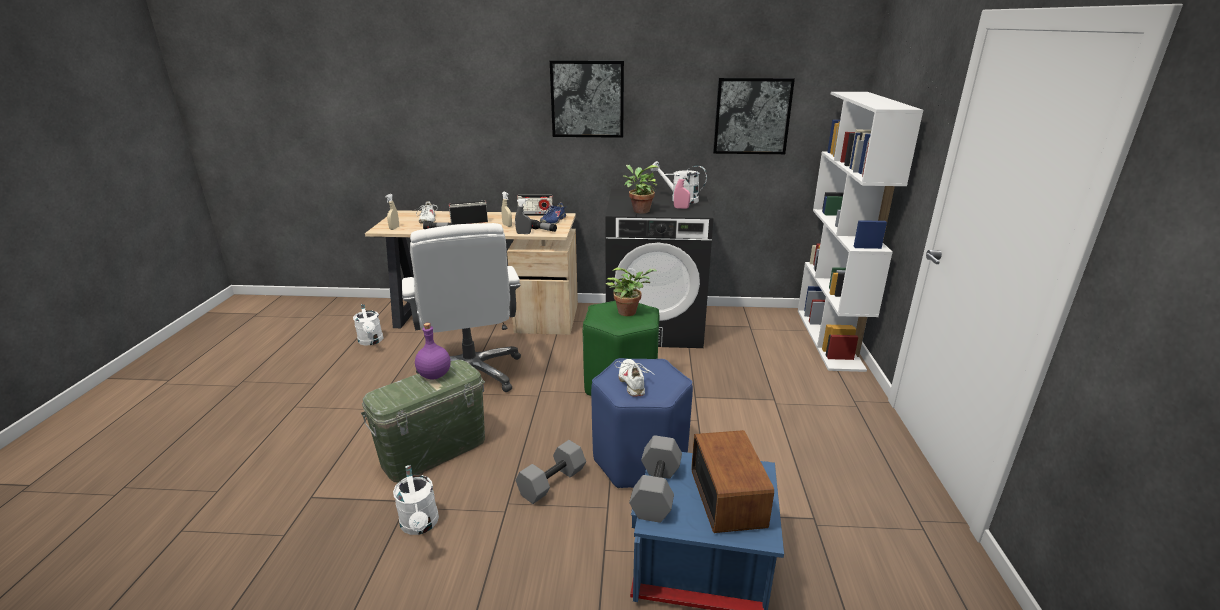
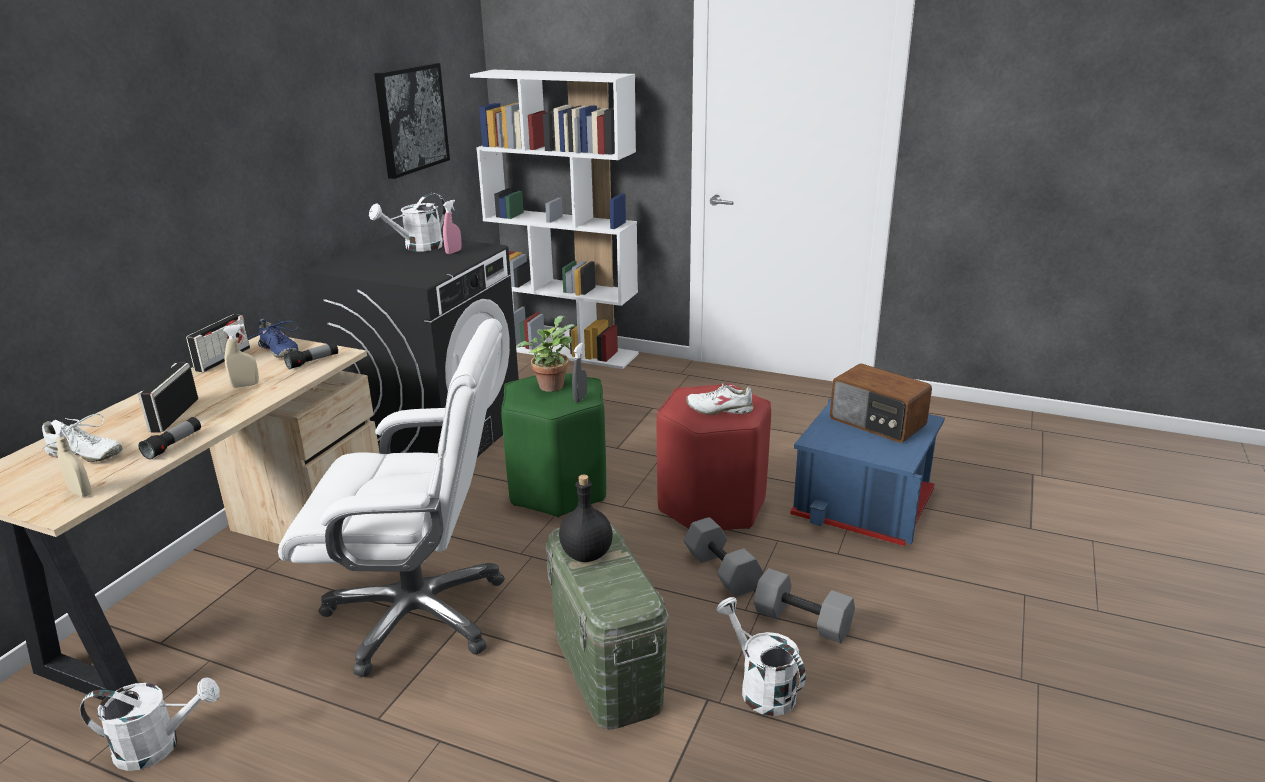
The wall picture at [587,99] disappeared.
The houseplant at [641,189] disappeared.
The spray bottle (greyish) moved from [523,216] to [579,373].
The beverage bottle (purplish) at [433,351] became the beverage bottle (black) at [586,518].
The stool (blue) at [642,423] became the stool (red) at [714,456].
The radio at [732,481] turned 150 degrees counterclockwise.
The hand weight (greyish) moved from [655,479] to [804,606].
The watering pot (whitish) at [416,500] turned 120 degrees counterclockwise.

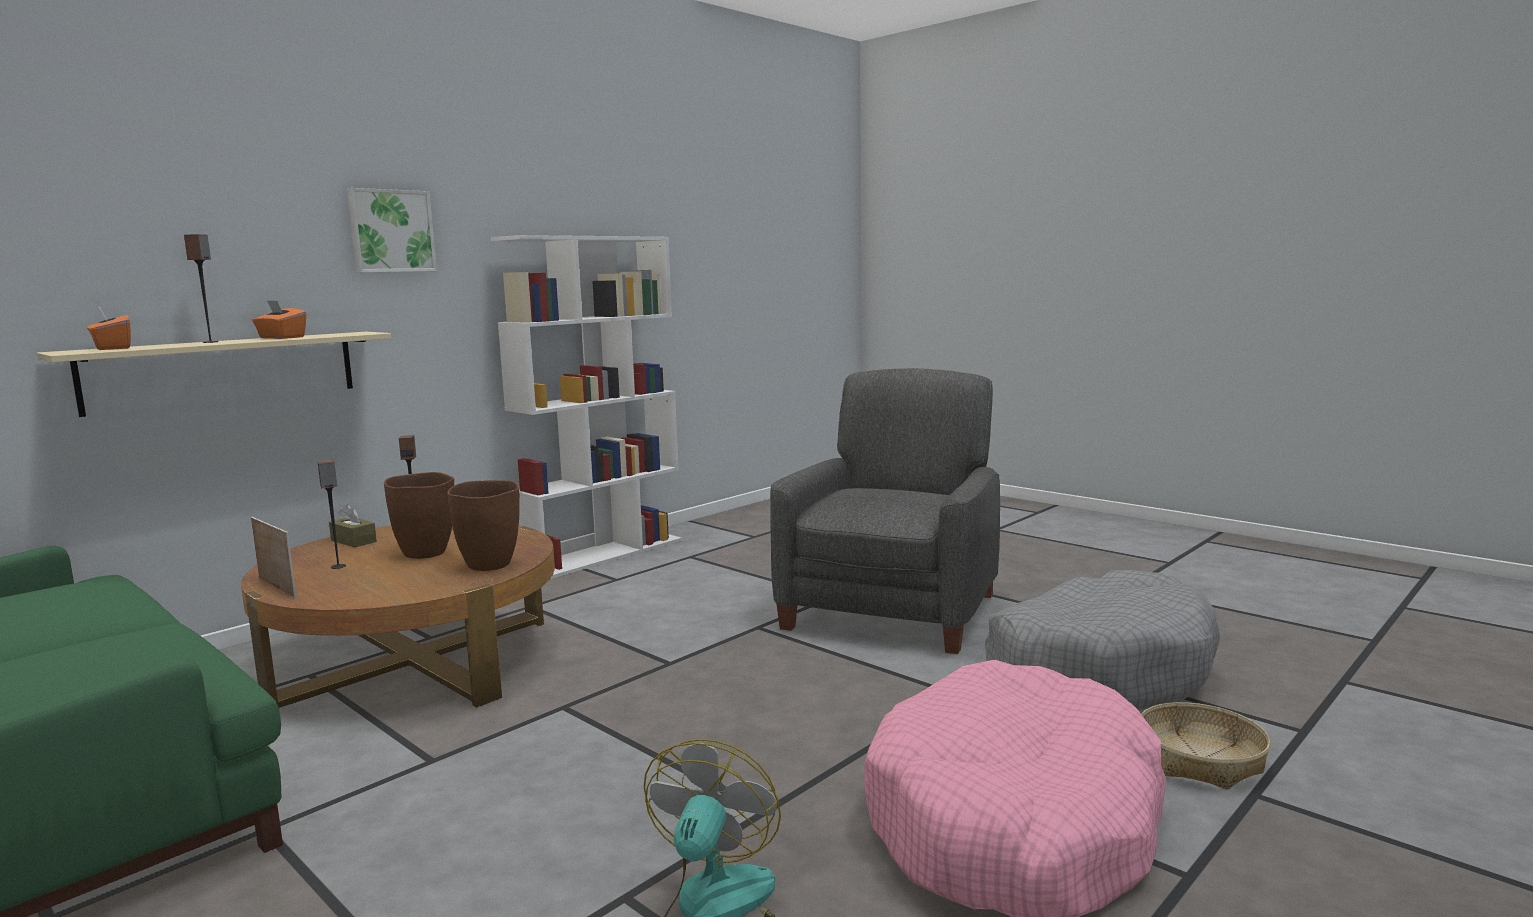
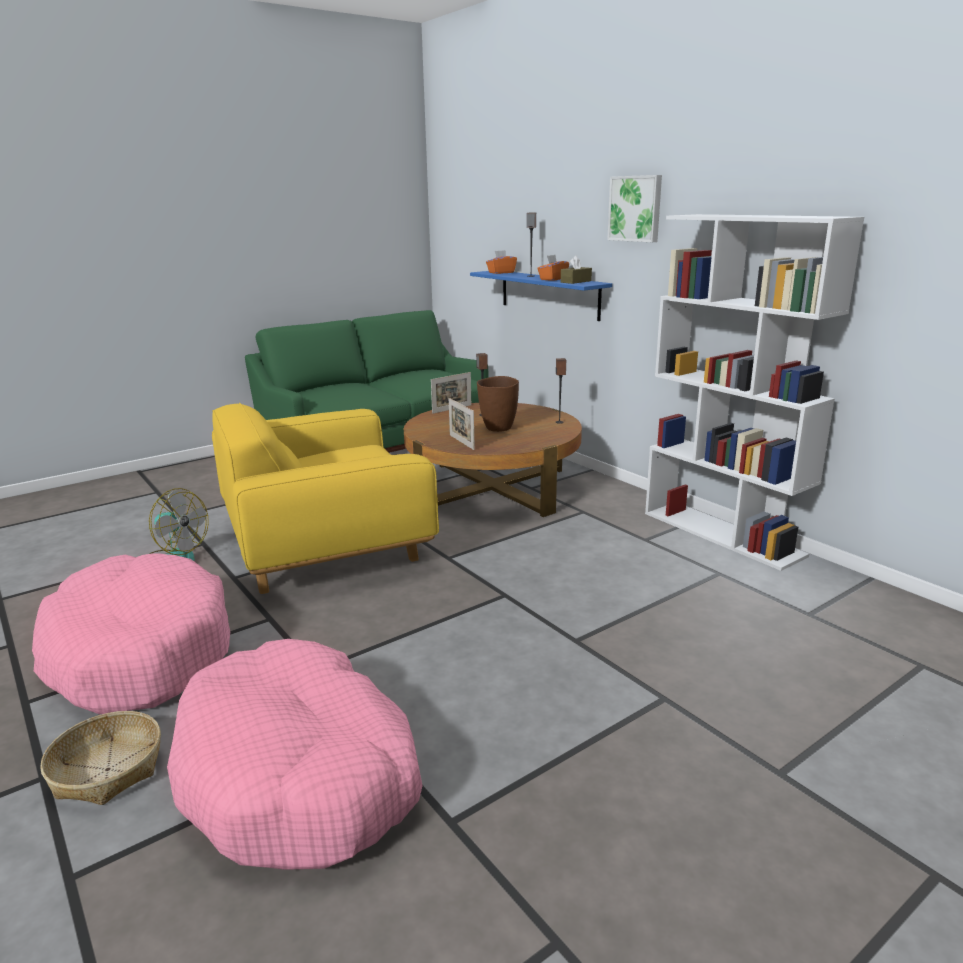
The bracket shelf (beige-coloured) at [214,374] became the bracket shelf (blue) at [541,296].
The lounge chair (greyish) at [885,511] disappeared.
The decorative vase (brown) at [483,525] was replaced by the picture frame at [462,424].
The box of tissues (brown) moved from [353,525] to [576,270].
The pet bed (greyish) at [1102,640] became the pet bed (pinkish) at [295,754].
The lounge chair (yellowish) at [325,498] appeared.

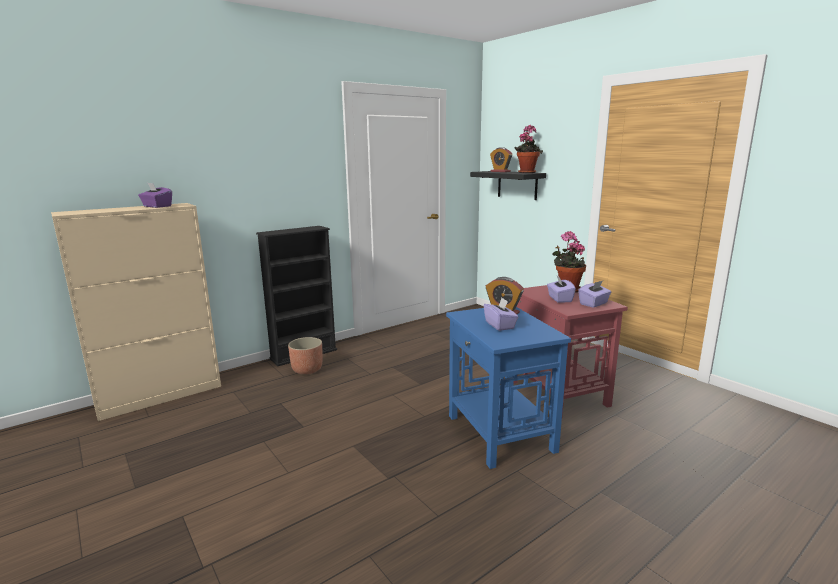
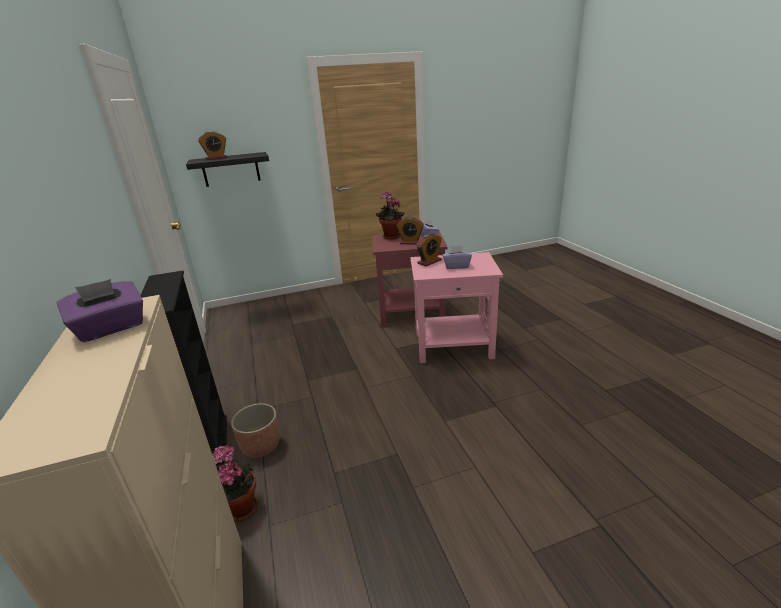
The houseplant moved from [528,149] to [235,483].
The box of tissues (purplish) at [561,289] was replaced by the table clock at [410,231].
The end table (blue) at [508,388] became the end table (pinkish) at [456,307].

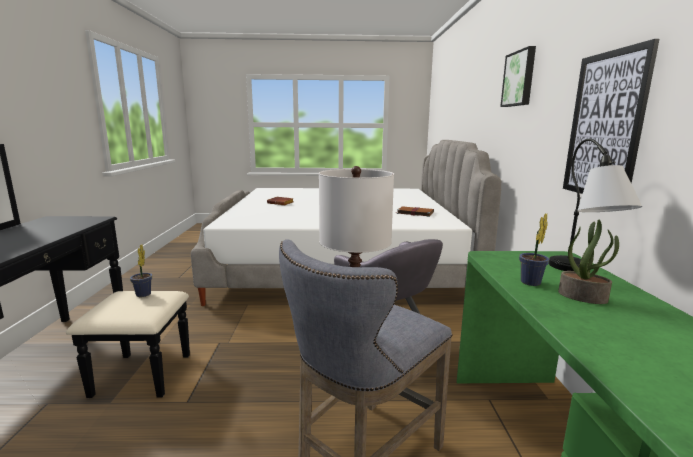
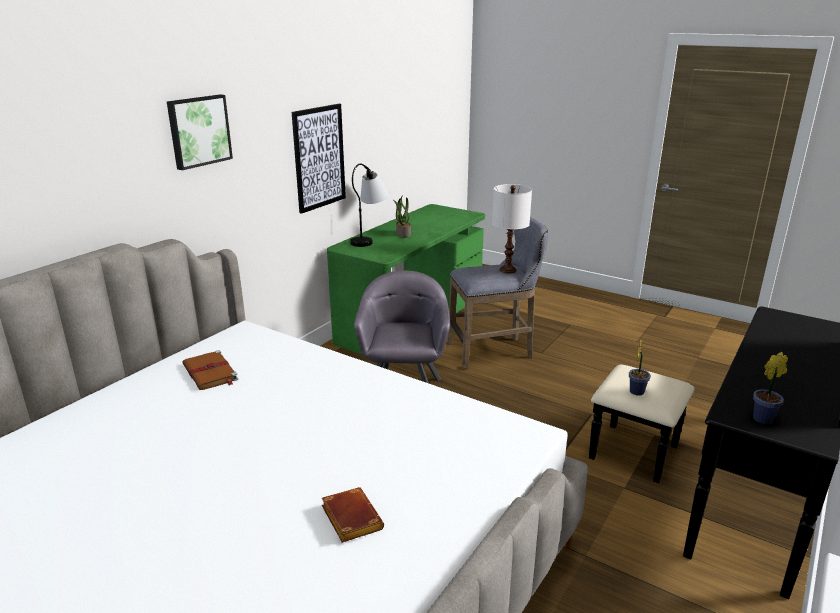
The houseplant moved from [534,249] to [770,388].

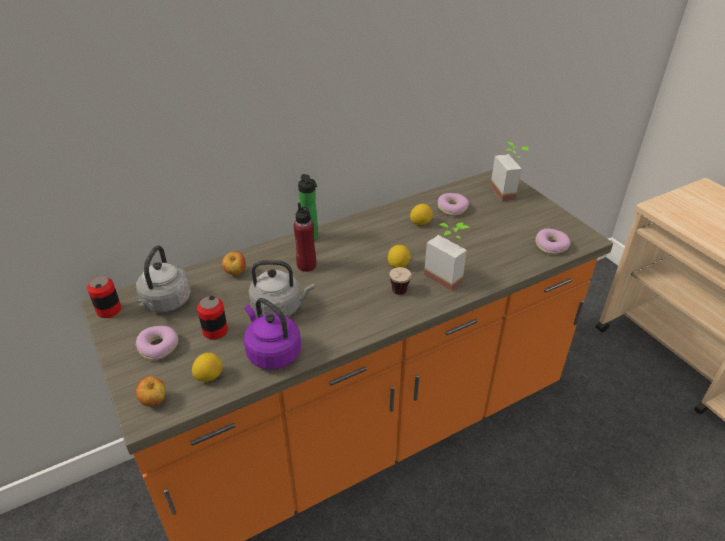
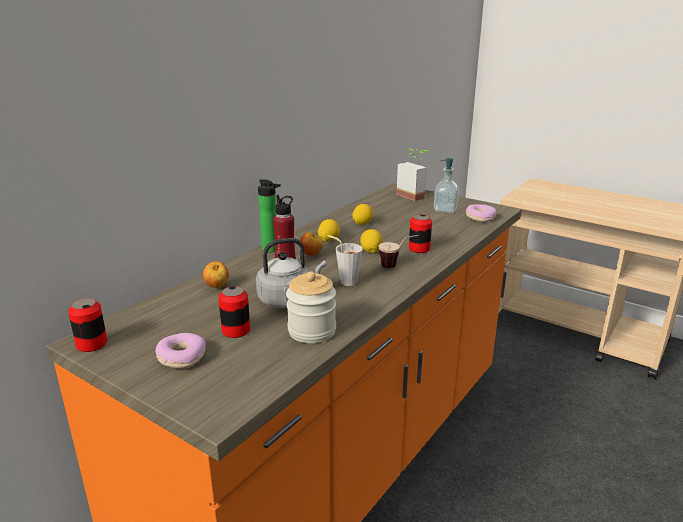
The doughnut at [453,204] disappeared.
The houseplant at [447,256] was replaced by the sealed can at [420,233].
The kettle (greyish) at [163,278] disappeared.
The kettle (purplish) at [272,333] was replaced by the jar at [311,307].
The lemon moved from [207,367] to [329,230].
The apple fruit moved from [151,391] to [312,244].
The liquid soap bottle at [446,185] appeared.
The small cup (greyish) at [345,260] appeared.

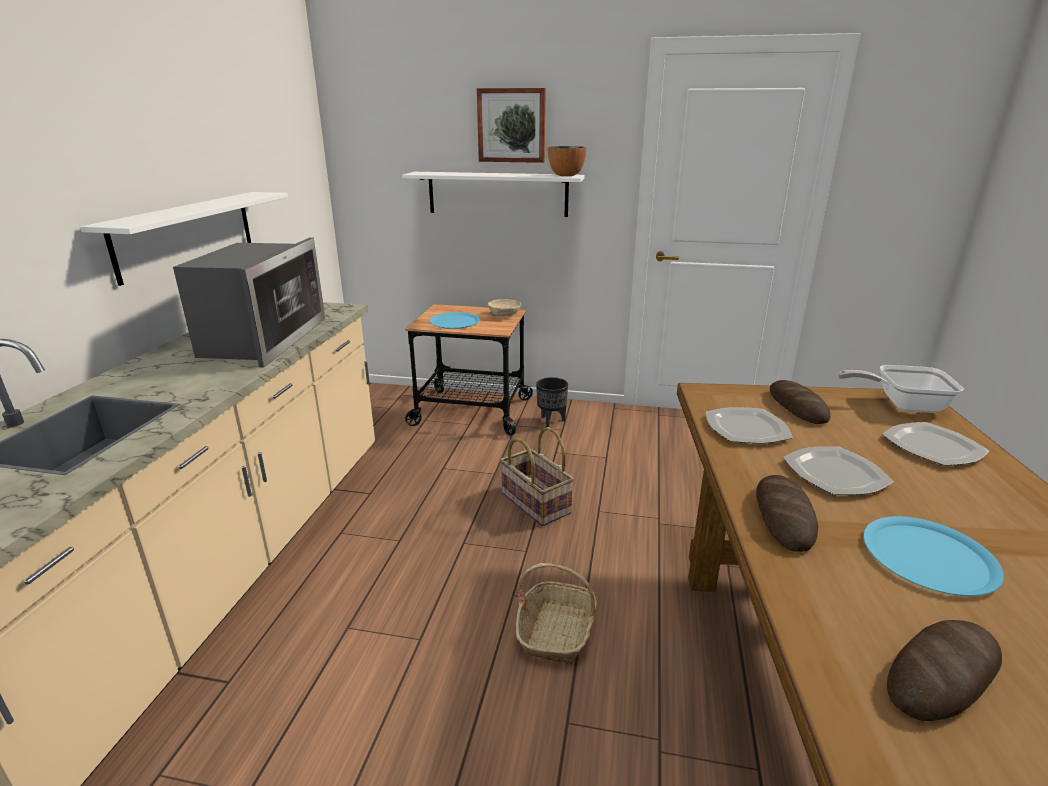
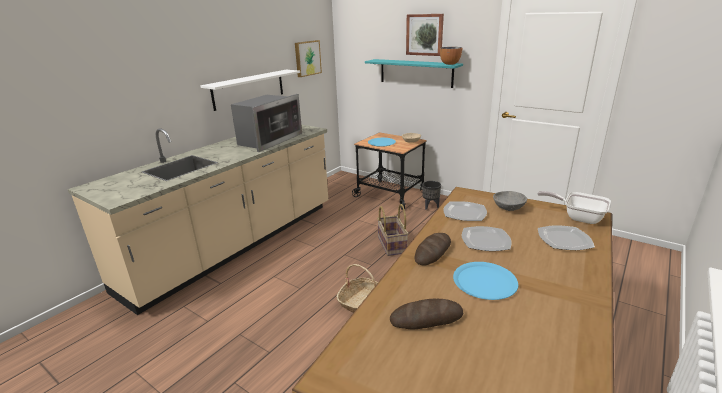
The bracket shelf (whitish) at [493,194] became the bracket shelf (blue-green) at [414,73].
The bakery bread at [800,402] was replaced by the bowl (greyish) at [510,201].
The wall picture at [308,58] appeared.

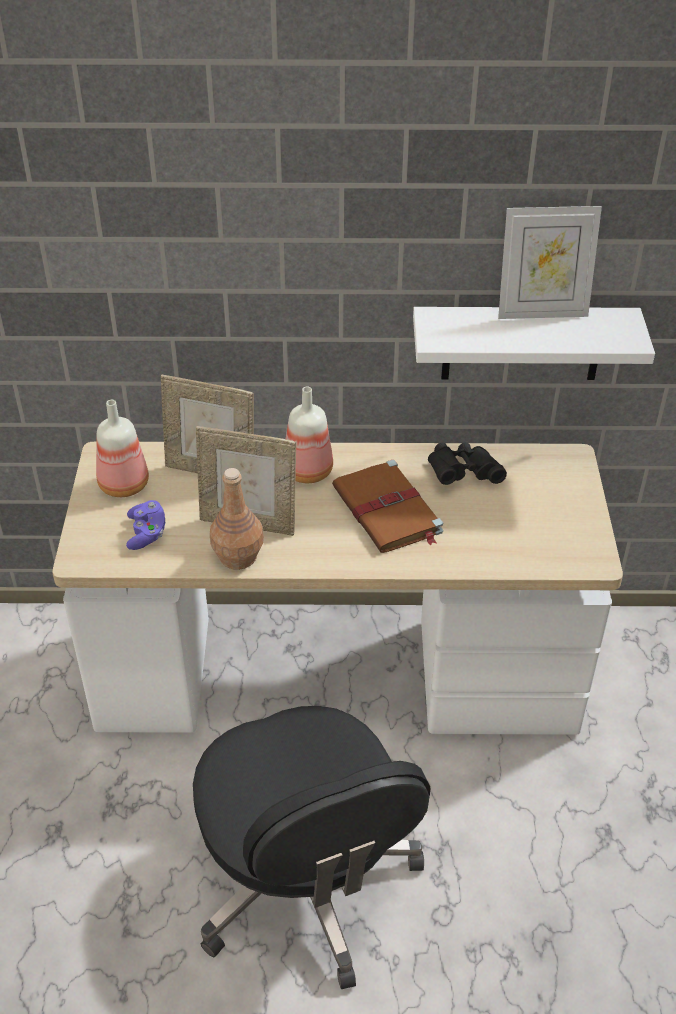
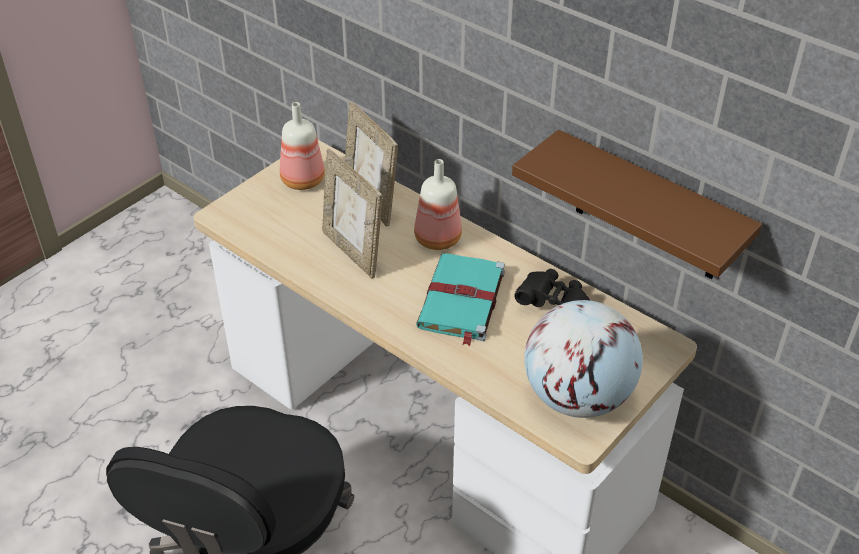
The picture frame at [550,262] disappeared.
The bracket shelf (whitish) at [534,343] became the bracket shelf (brown) at [637,204].
The book (brown) at [387,506] became the book (blue-green) at [460,299].
The beverage bottle (brown) at [237,519] disappeared.
The gamepad (purplish) at [145,525] disappeared.
The globe at [583,359] appeared.

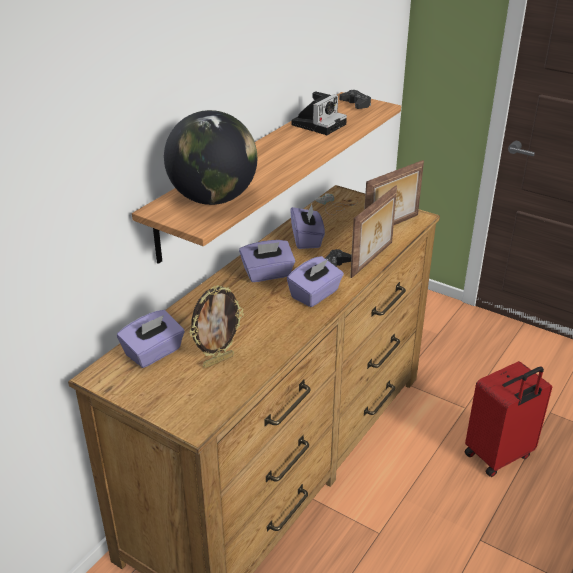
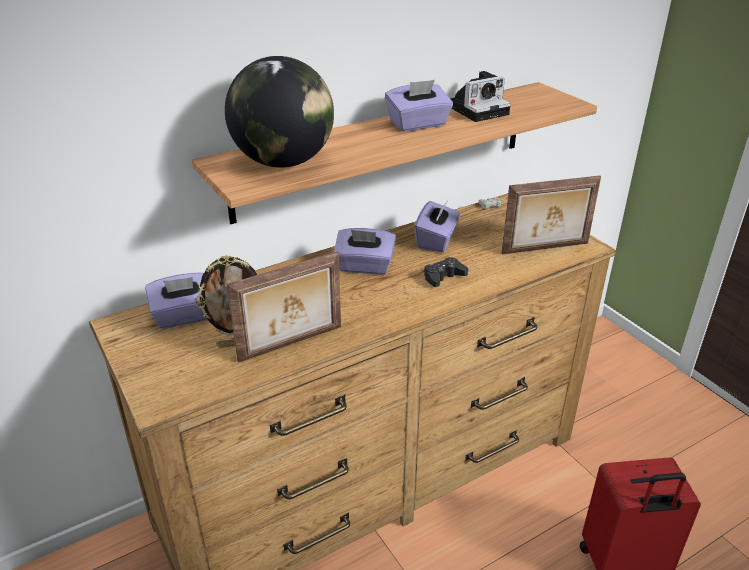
The gamepad (black) at [355,99] disappeared.
The picture frame moved from [373,231] to [284,307].
The box of tissues (purplish) moved from [315,281] to [419,106].

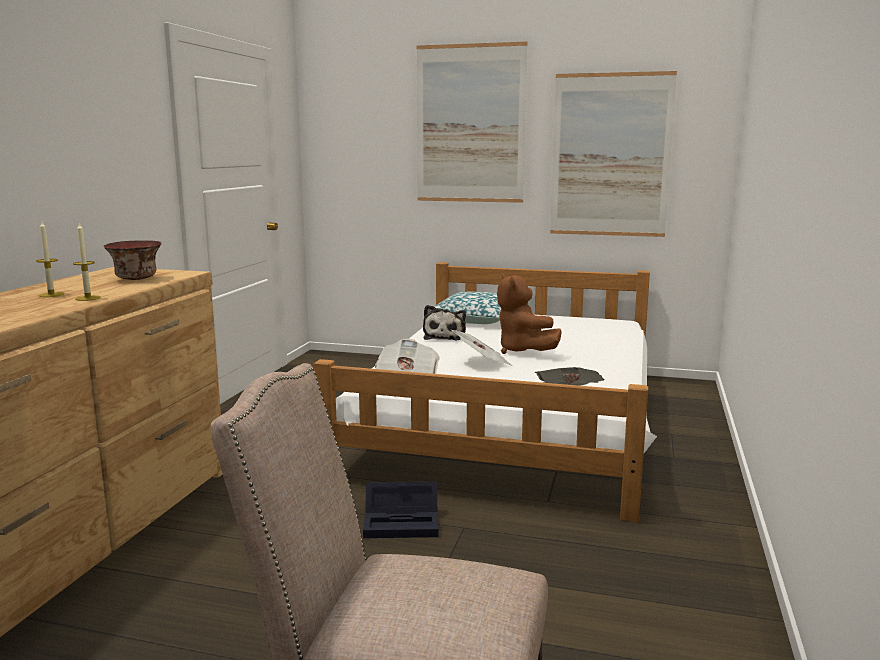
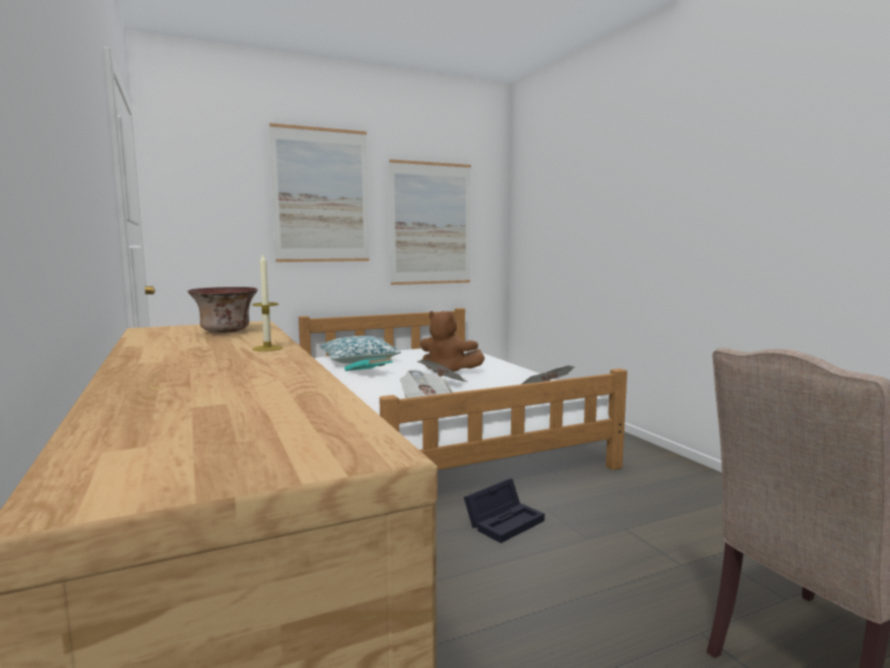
The wax light at [50,259] disappeared.
The soft toy at [444,323] was replaced by the book (blue-green) at [368,363].

